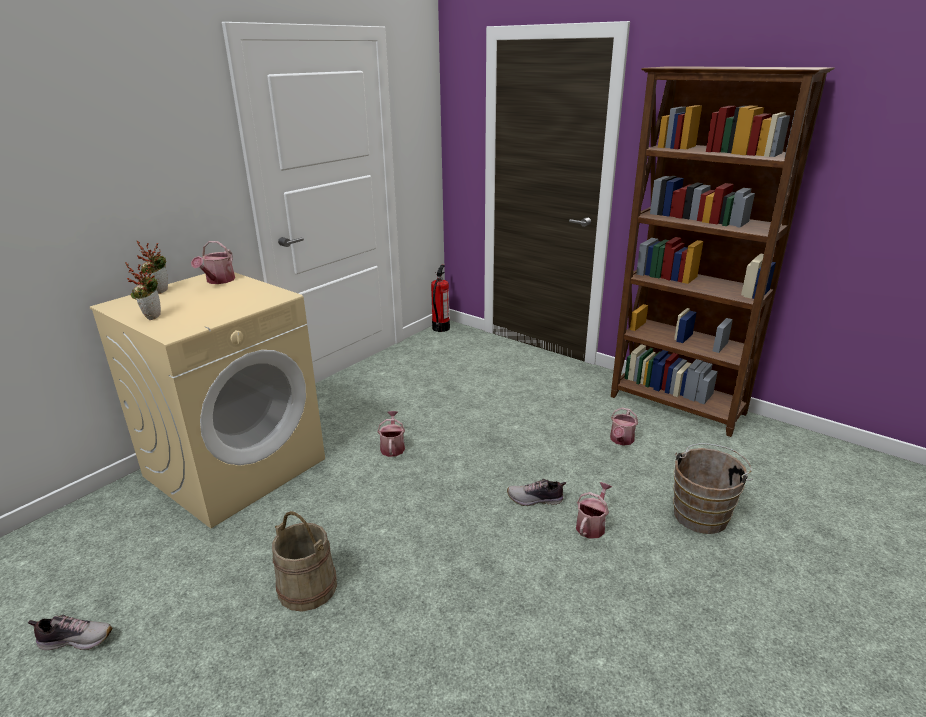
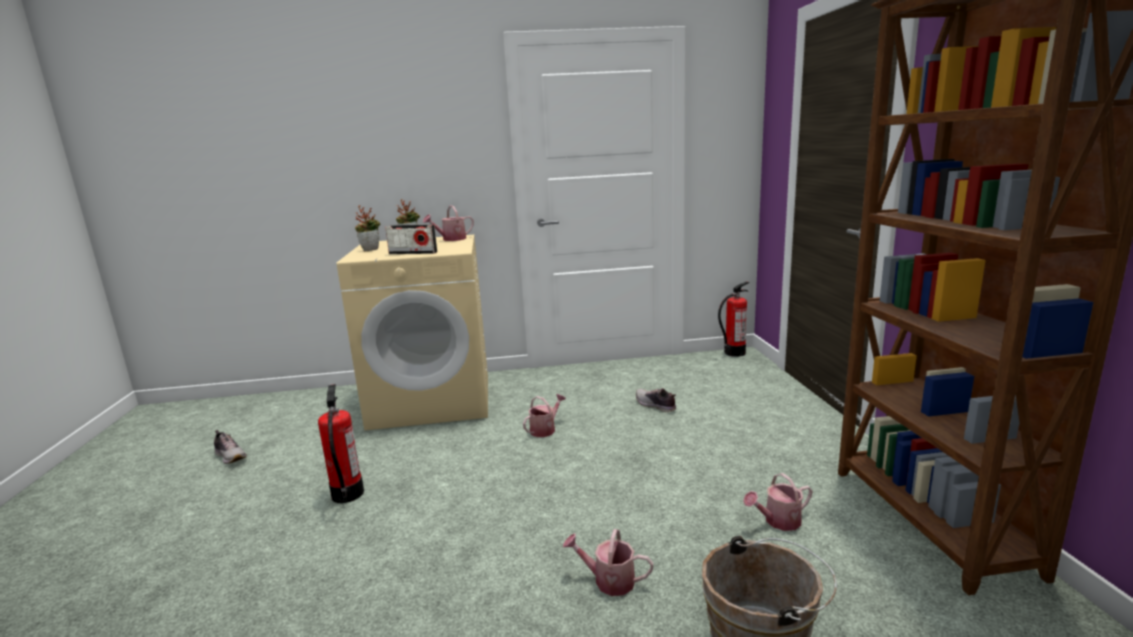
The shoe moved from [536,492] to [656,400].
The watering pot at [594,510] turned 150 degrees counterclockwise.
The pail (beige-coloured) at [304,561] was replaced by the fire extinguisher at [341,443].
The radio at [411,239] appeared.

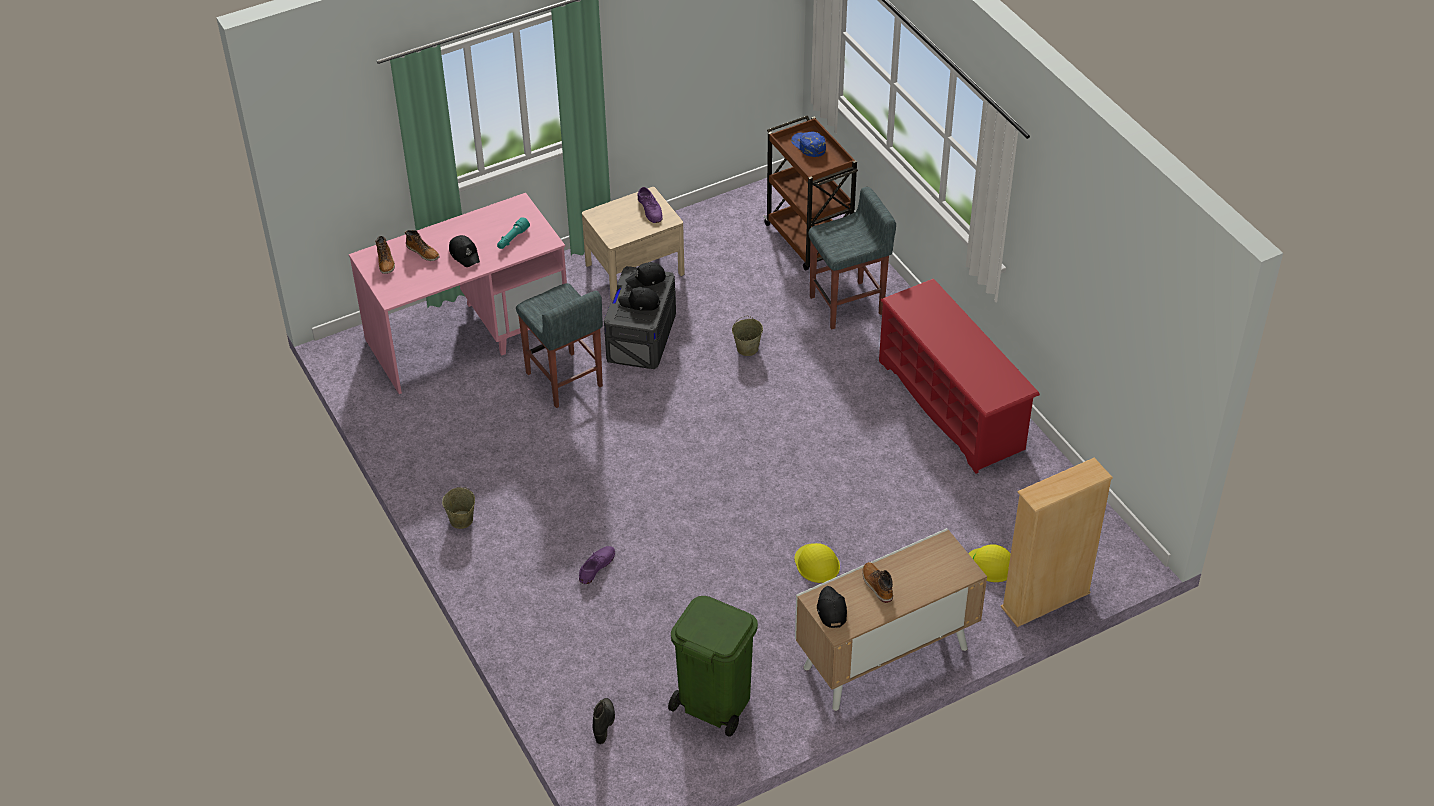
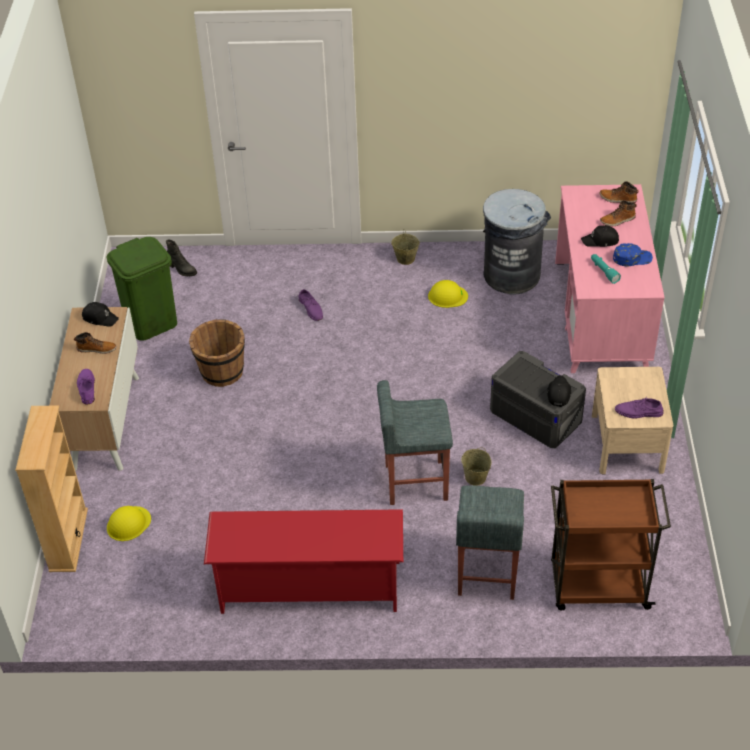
The peaked cap (blue) moved from [808,144] to [633,254].
The stool (greyish) moved from [559,345] to [415,442].
The peaked cap (black) at [639,299] disappeared.
The safety helmet (yellowish) moved from [817,563] to [448,294].
The waste bin (greyish) at [517,242] appeared.
The pail (brown) at [217,353] appeared.
The shoe (purplish) at [86,386] appeared.

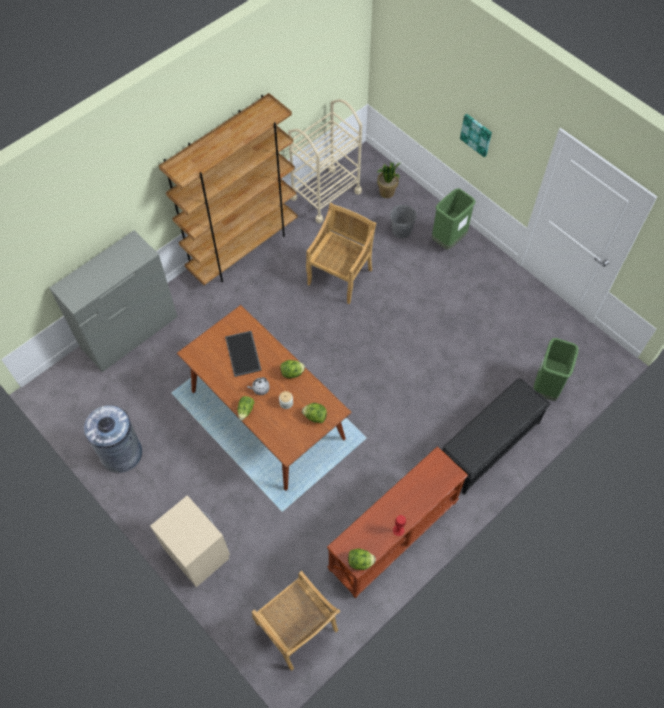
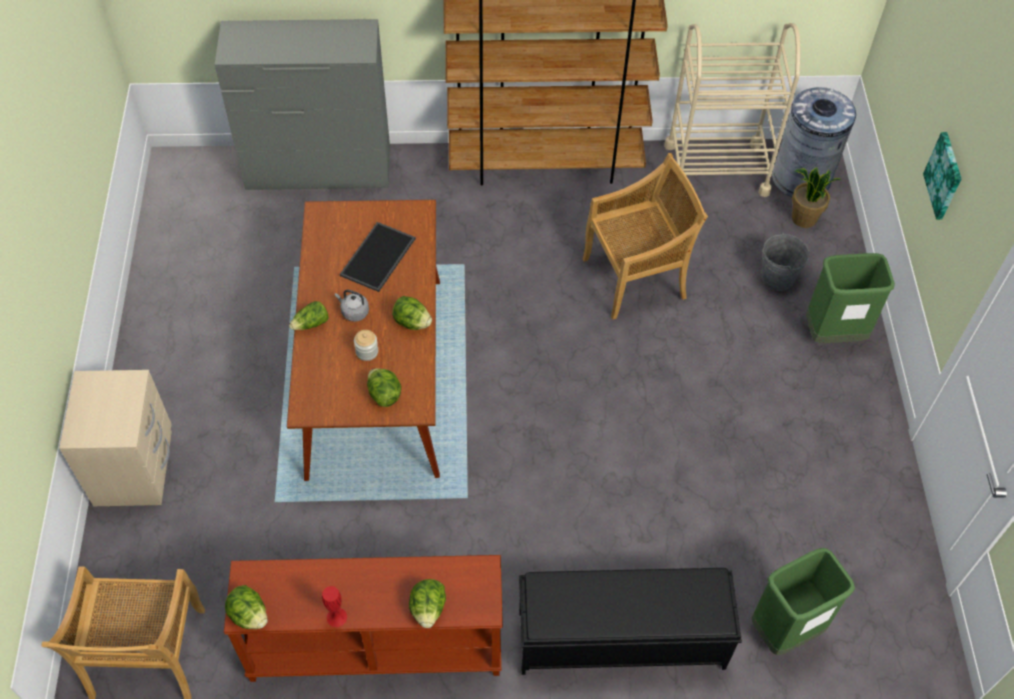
The waste bin (greyish) moved from [113,439] to [814,142].
The head of lettuce at [427,603] appeared.

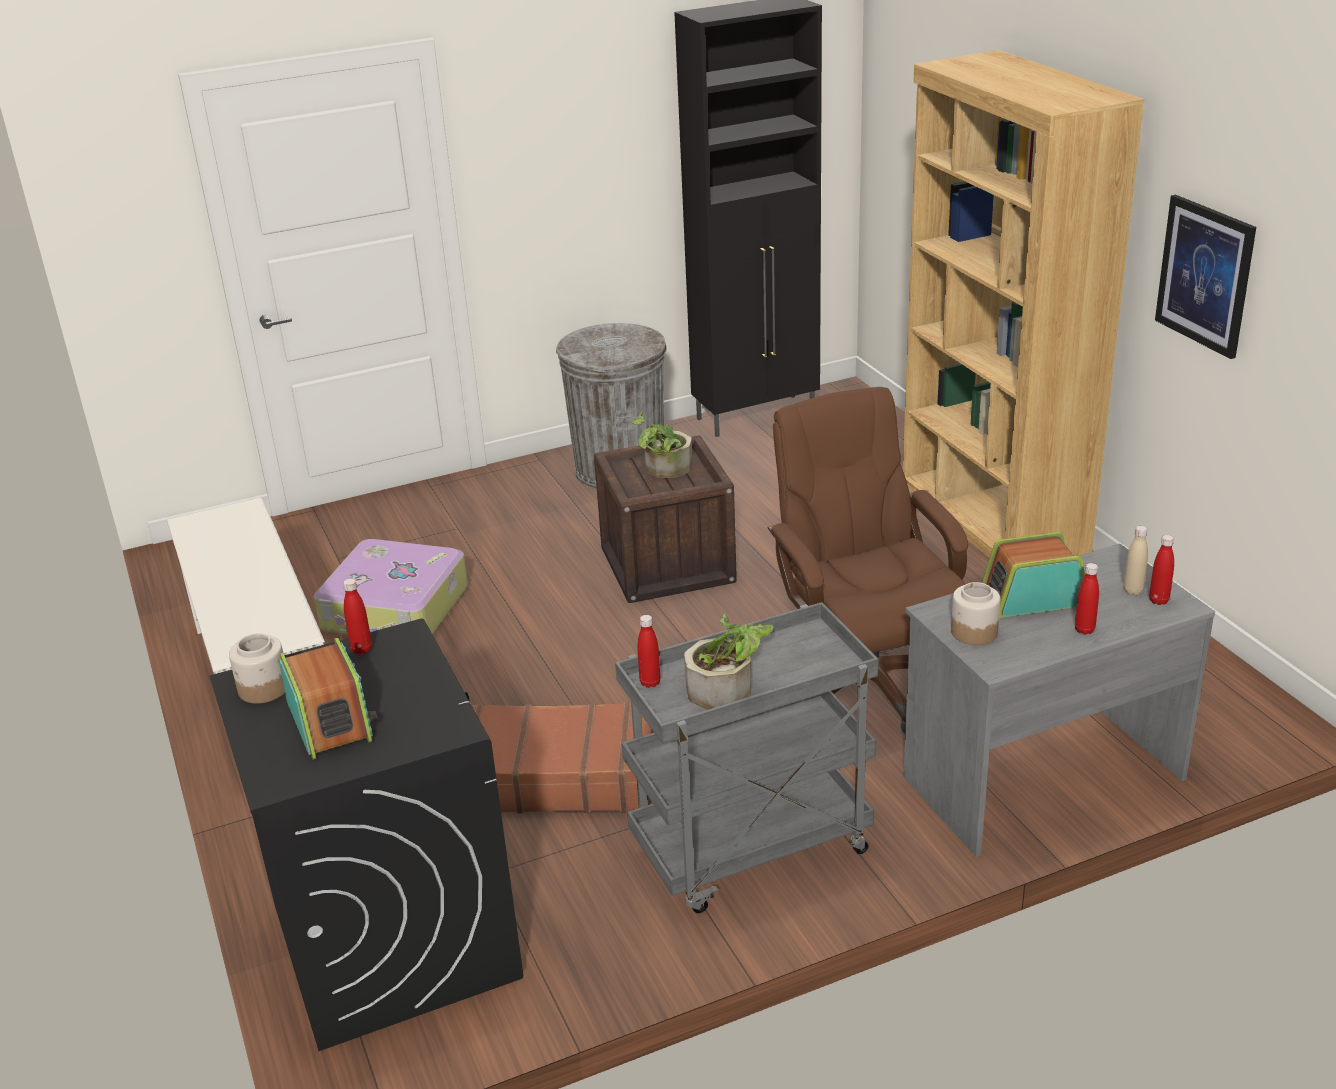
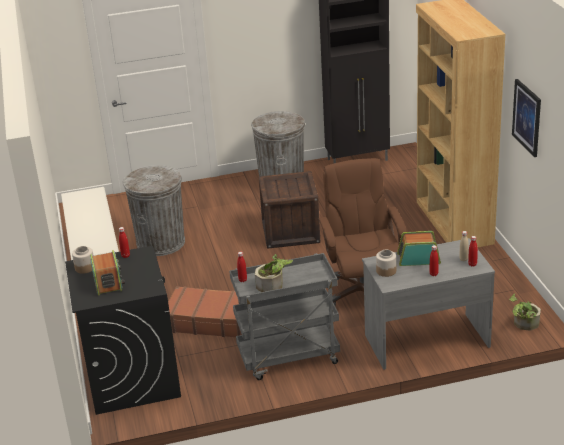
The houseplant moved from [662,445] to [525,312].
The suitcase at [391,587] was replaced by the waste bin (greyish) at [154,210].

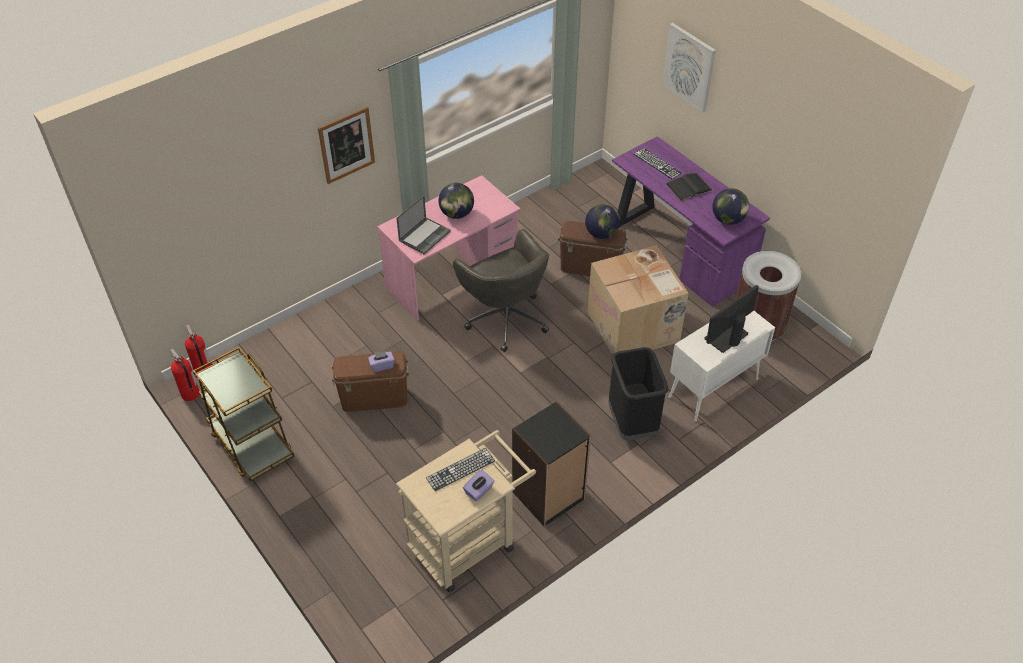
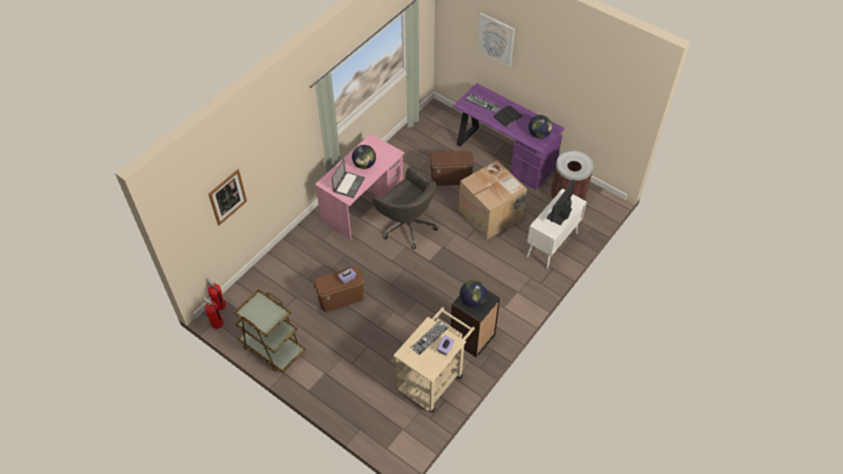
The wall picture moved from [346,145] to [228,197].
The globe moved from [602,221] to [473,293].
The waste bin (black) at [638,393] disappeared.

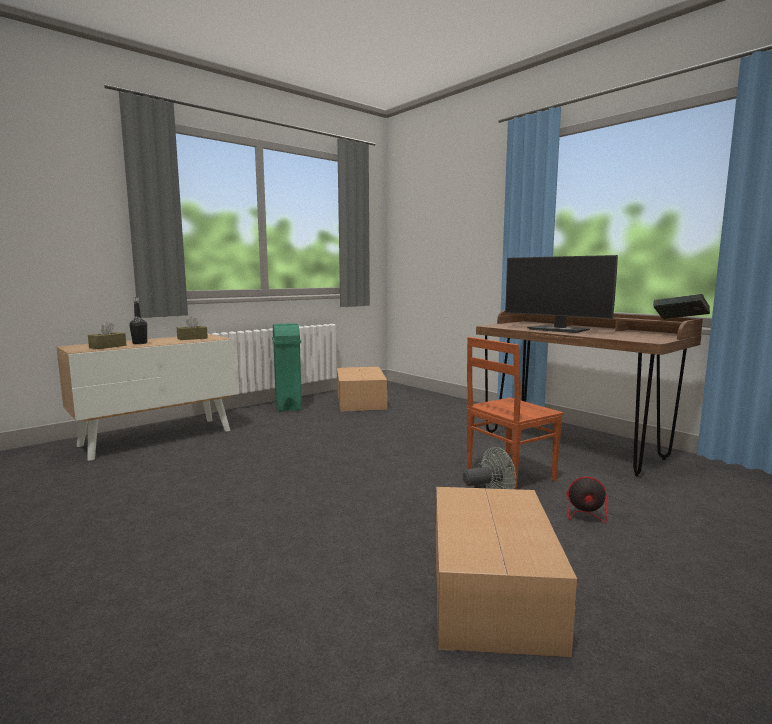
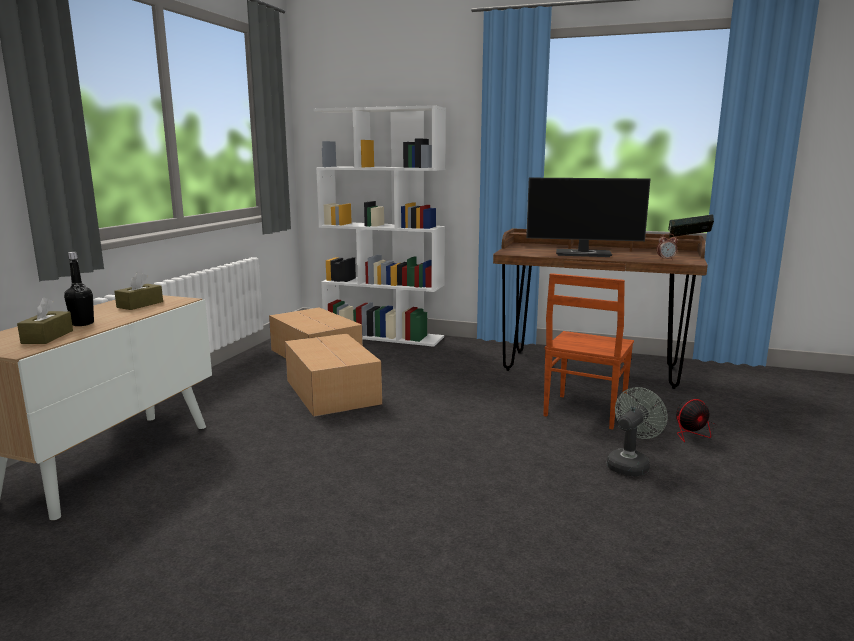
The waste bin (green) at [287,367] disappeared.
The cardboard box moved from [506,572] to [333,375].
The bookshelf (whitish) at [380,226] appeared.
The table clock at [667,246] appeared.

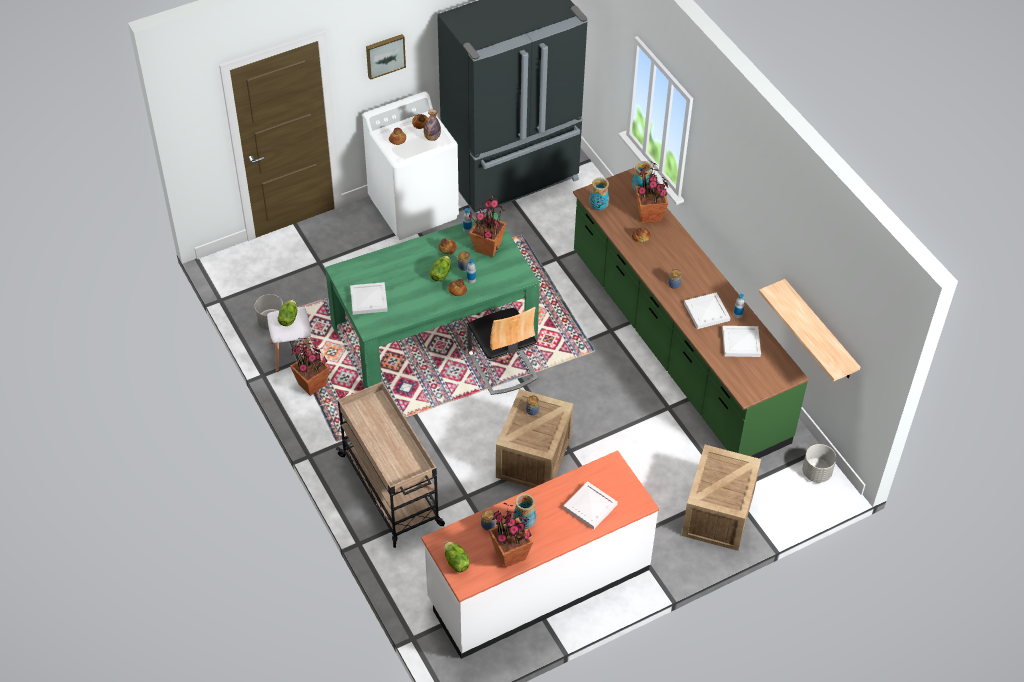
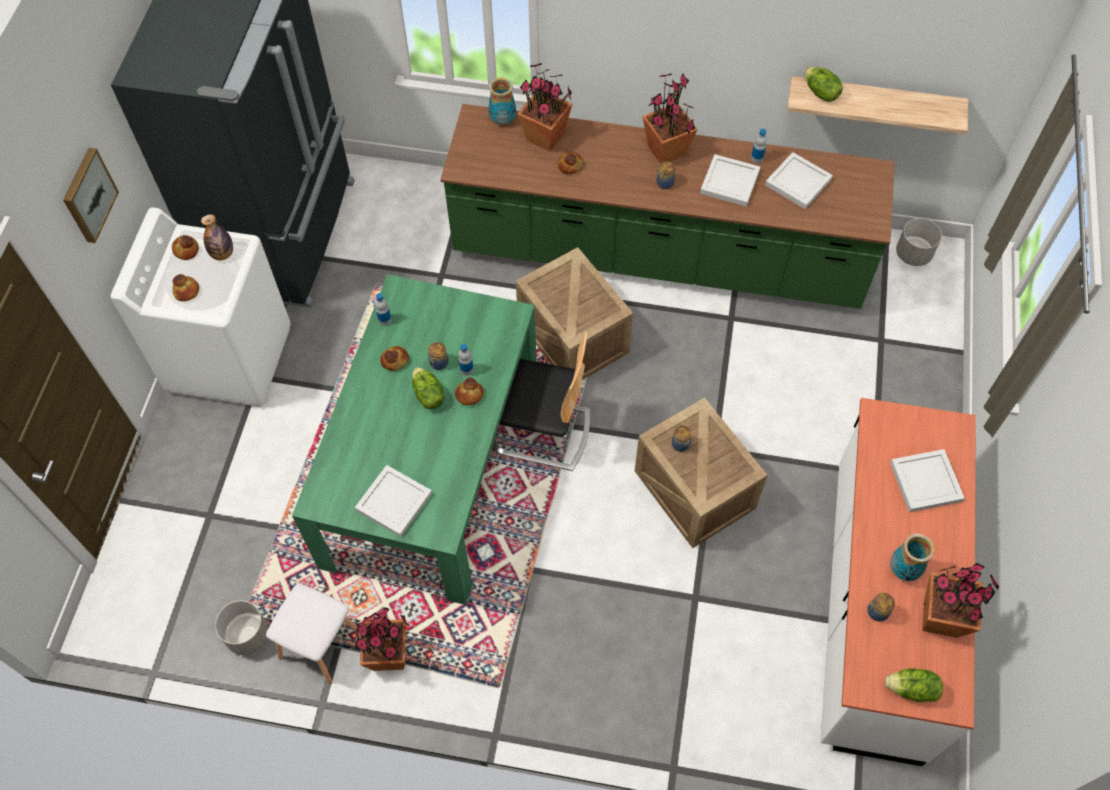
The decorative vase at [599,194] disappeared.
The houseplant moved from [488,225] to [670,118].
The head of lettuce moved from [287,313] to [823,84].
The cart (beige-coloured) at [390,465] disappeared.
The shipping crate moved from [721,498] to [574,313].

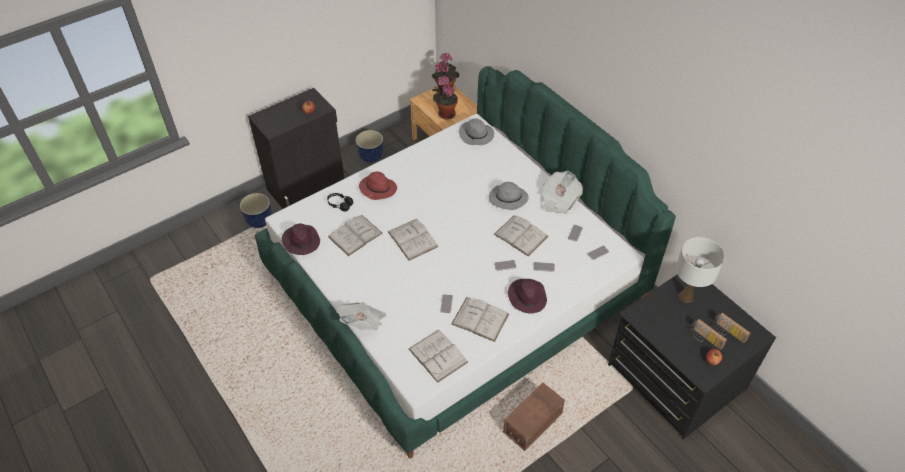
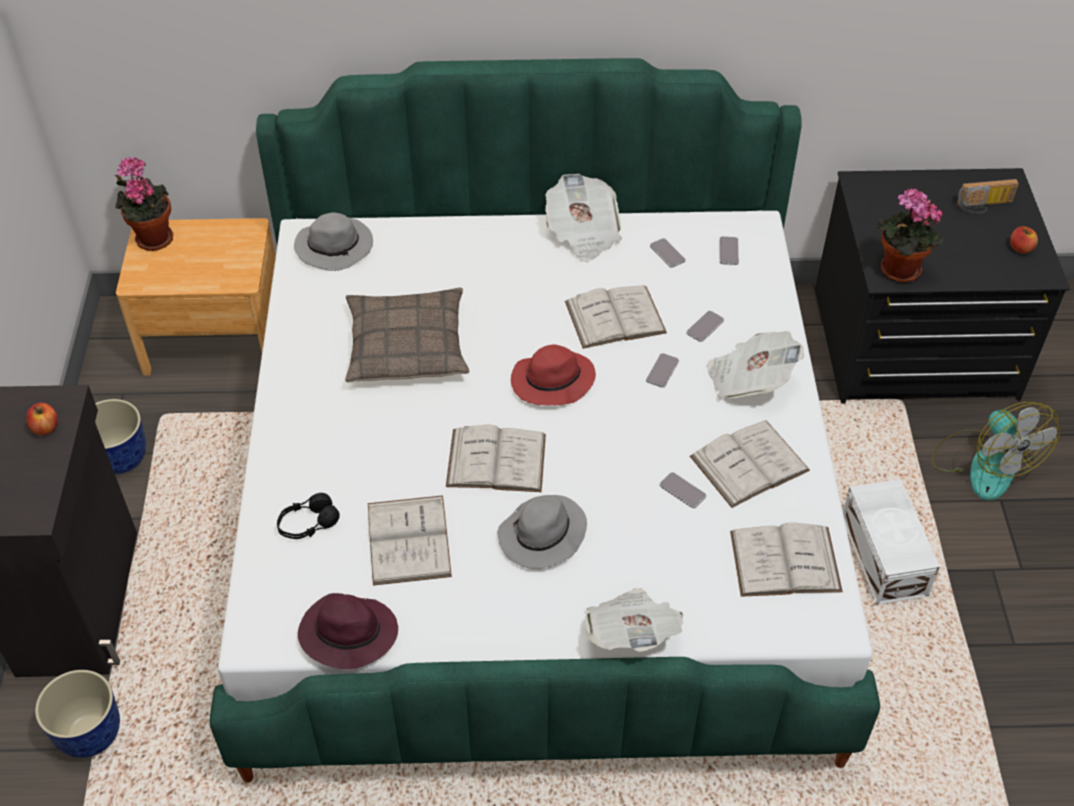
The houseplant moved from [445,98] to [911,235].
The clothing hat (red) moved from [378,185] to [553,375].
The clothing hat (greyish) moved from [509,196] to [542,532].
The tabletop lamp (whitish) at [700,270] disappeared.
The clothing hat (purplish) at [527,296] was replaced by the newspaper at [755,365].
The radio at [709,334] disappeared.
The storage bin (brown) at [534,416] became the storage bin (whitish) at [891,542].
The throw pillow at [407,335] appeared.
The electric fan at [995,451] appeared.

